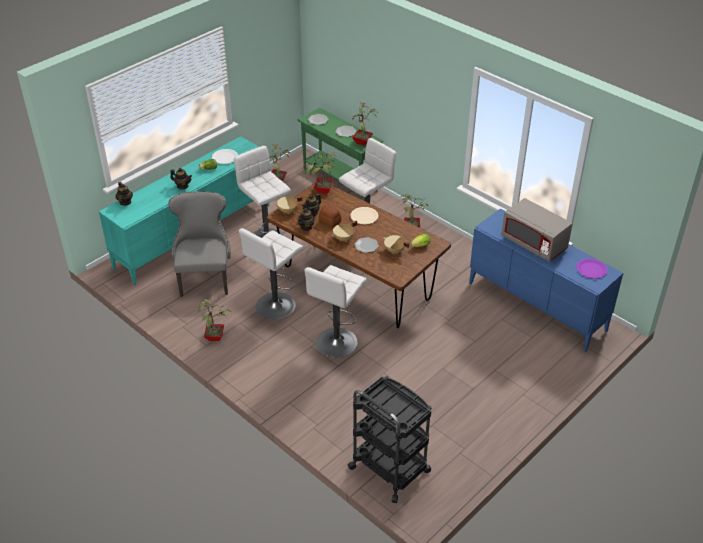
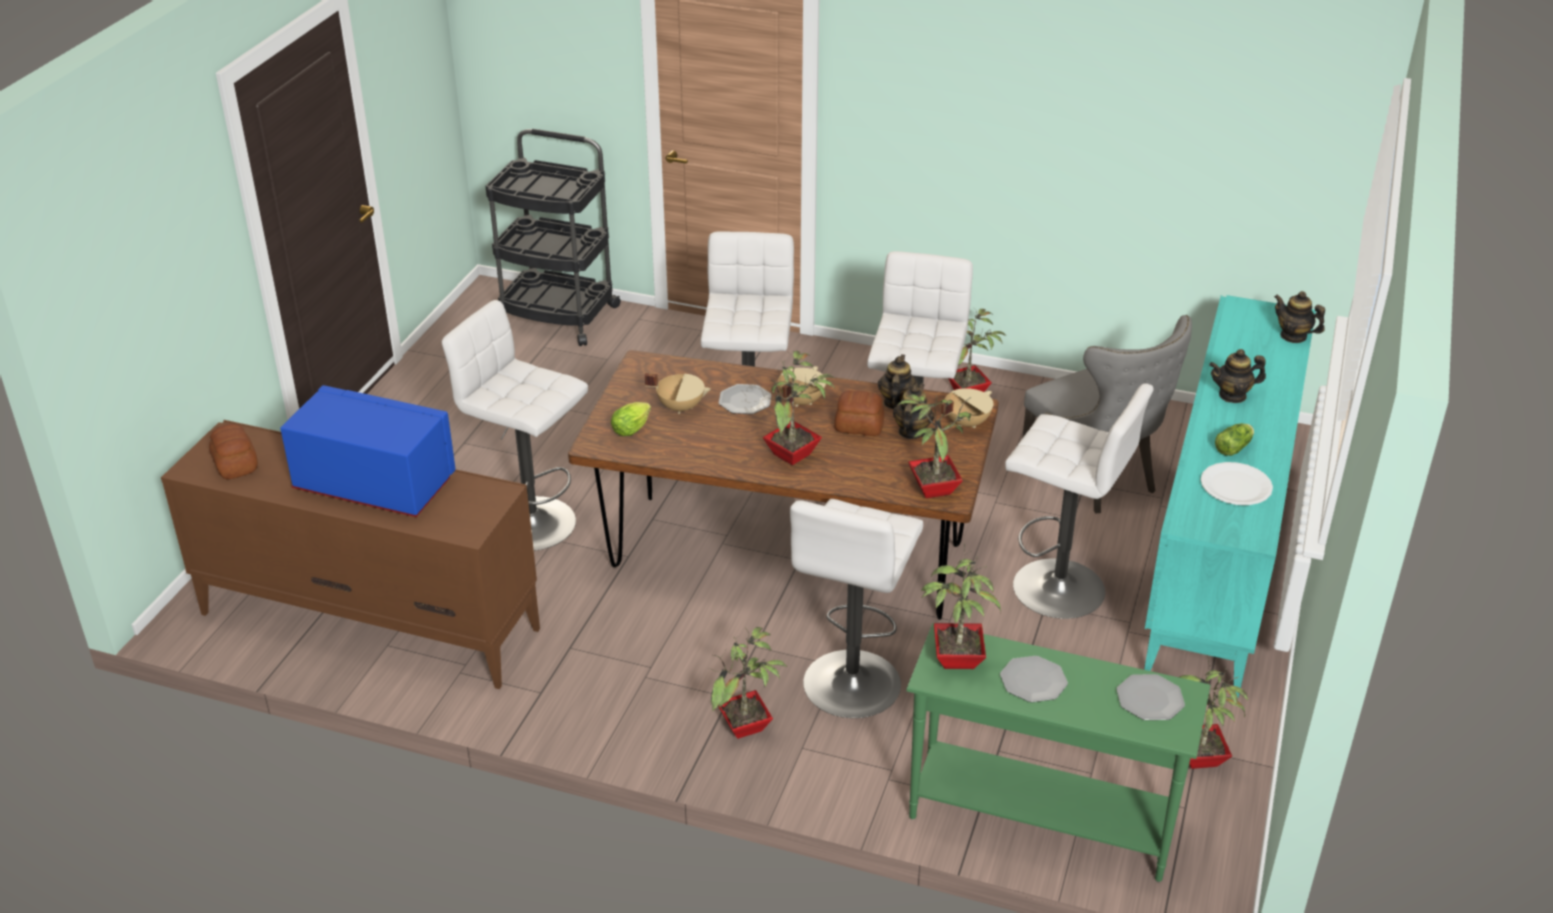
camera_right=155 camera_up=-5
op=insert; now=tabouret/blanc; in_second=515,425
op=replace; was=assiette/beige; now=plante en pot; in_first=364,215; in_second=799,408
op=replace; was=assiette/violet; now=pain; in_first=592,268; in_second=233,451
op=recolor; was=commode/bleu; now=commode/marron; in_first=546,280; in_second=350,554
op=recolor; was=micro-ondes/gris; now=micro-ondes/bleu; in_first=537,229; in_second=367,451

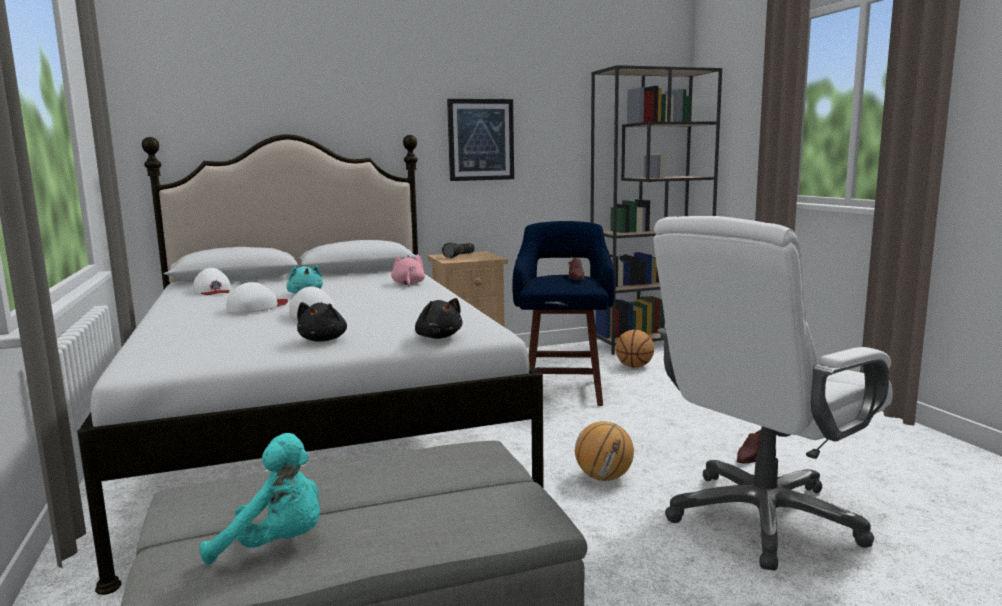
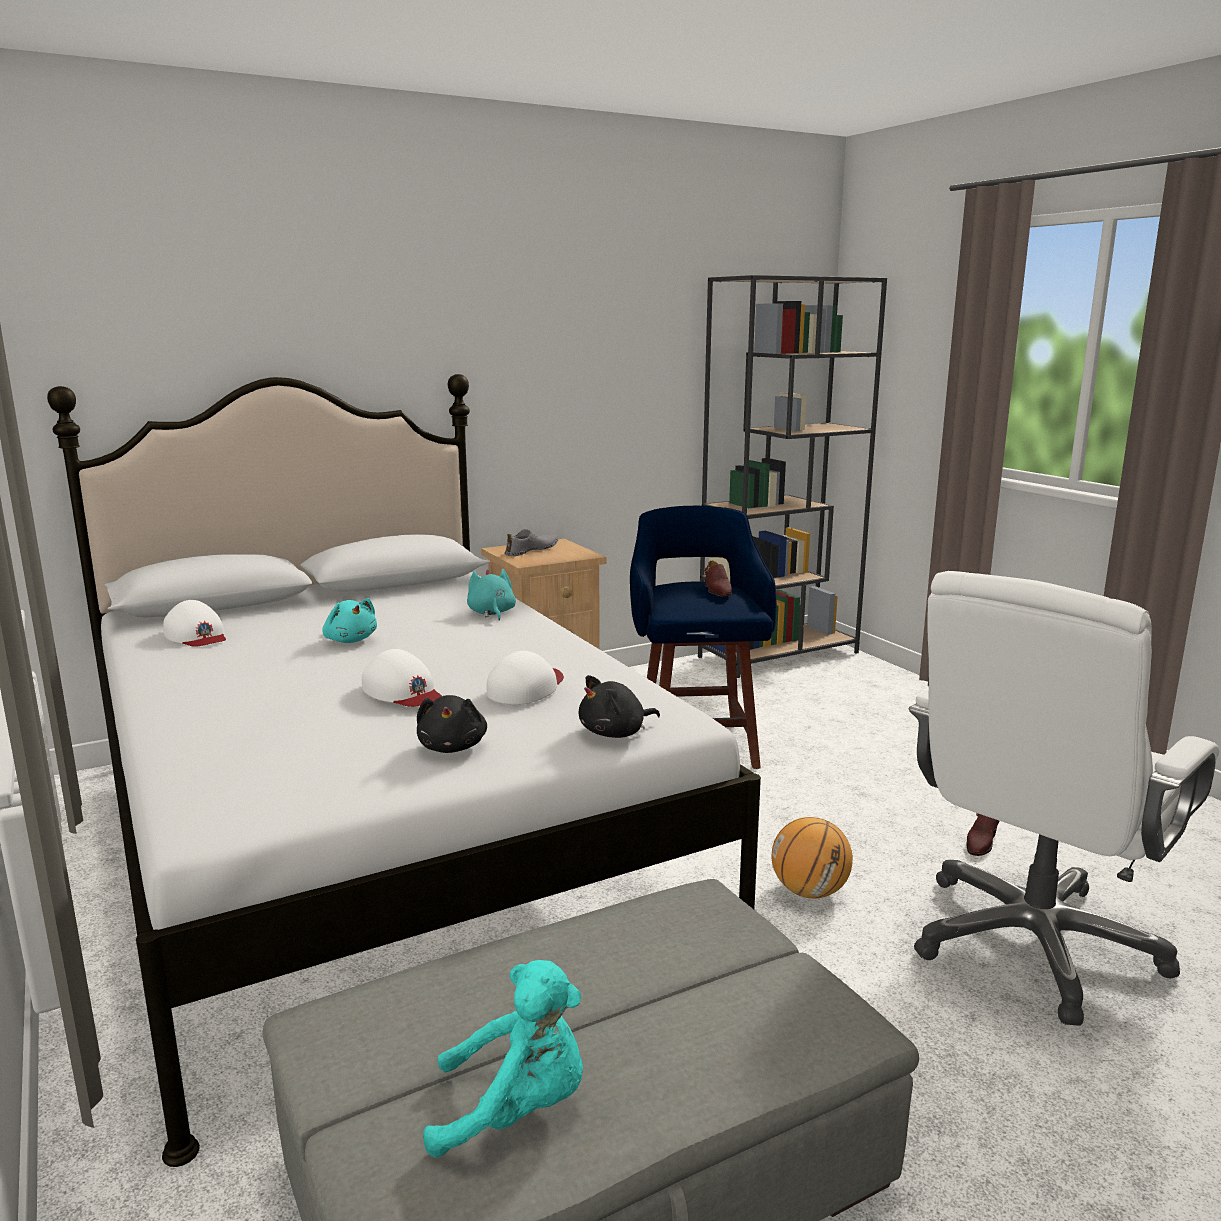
camera_right=-10 camera_up=5
op=delete; was=tableau; in_first=480,140
op=delete; was=ballon de basket; in_first=634,348
op=move; was=casquette/blanc; in_first=257,297; in_second=525,678
op=replace; was=lampe de poche; now=chaussure/gris; in_first=458,250; in_second=531,542
op=recolor; was=peluche/rose; now=peluche/turquoise; in_first=408,270; in_second=491,595
op=rotate; was=peluche/noir; in_first=438,318; in_second=619,706; clockwise=105

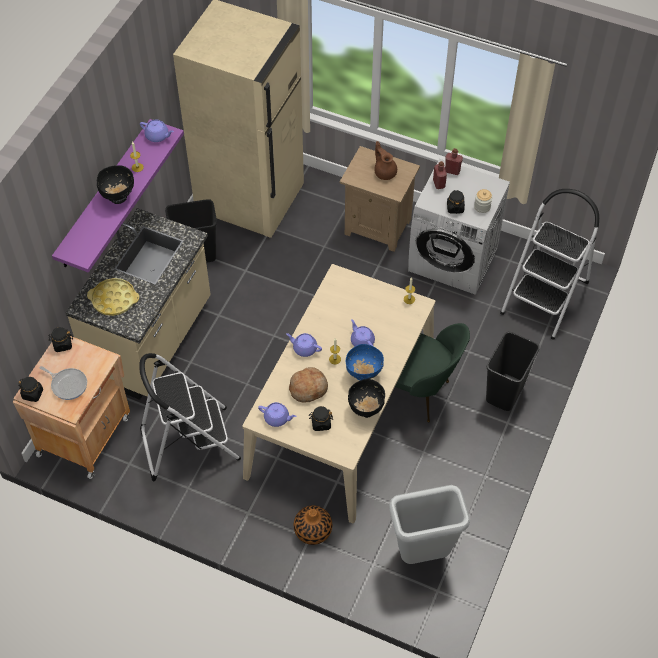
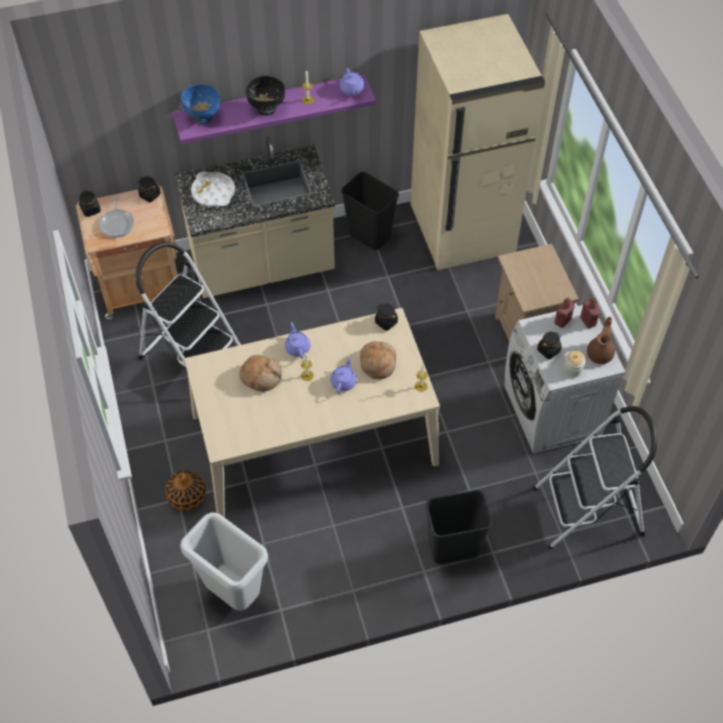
camera_right=50 camera_up=0
op=delete; was=théière/violet; in_first=277,414
op=delete; was=bol/noir; in_first=366,398
op=delete; was=chaise/vert; in_first=432,372
op=insert; now=pain; in_second=378,360
op=move; was=bocal/noir; in_first=321,418; in_second=386,317
op=move; was=bol/bleu; in_first=365,362; in_second=200,104
op=move; was=théière/marron; in_first=385,160; in_second=601,340
op=recolor; was=plateau/jaune; now=plateau/blanc; in_first=113,297; in_second=213,189

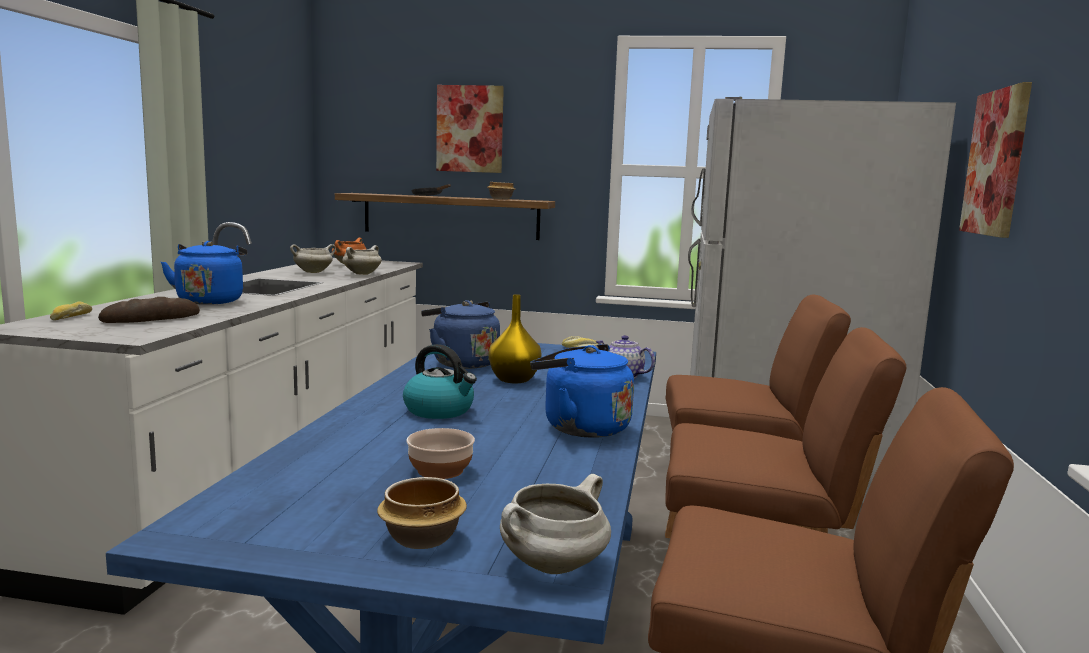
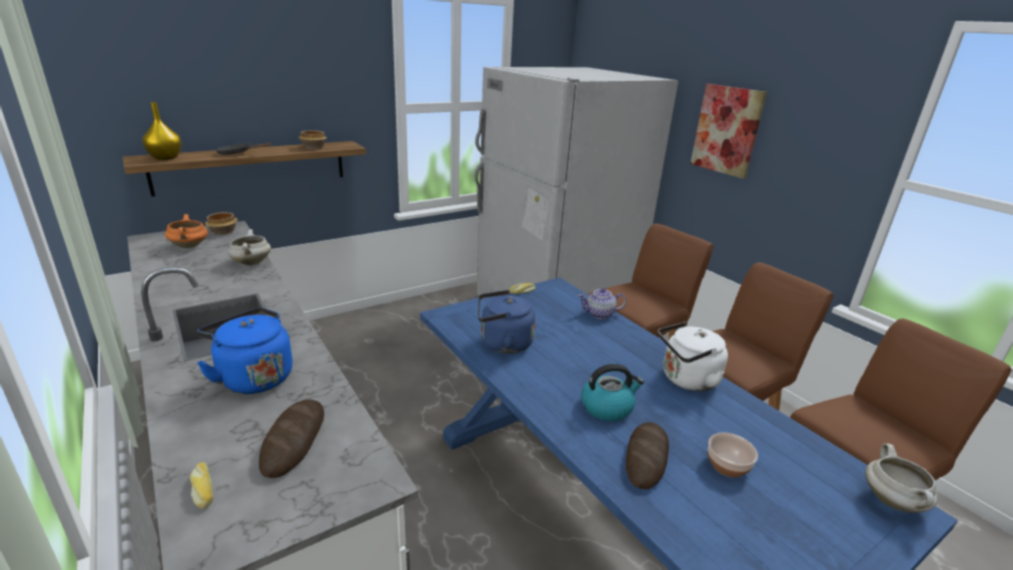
camera_right=-45 camera_up=15
op=delete; was=marmite/blanc; in_first=313,258
op=delete; was=tableau; in_first=470,129
op=insert; now=pain; in_second=647,456
op=move; was=bol; in_first=422,513; in_second=221,223
op=move; was=vase/jaune; in_first=515,339; in_second=162,131
op=recolor; was=bouilloire/bleu; now=bouilloire/blanc; in_first=582,391; in_second=693,357

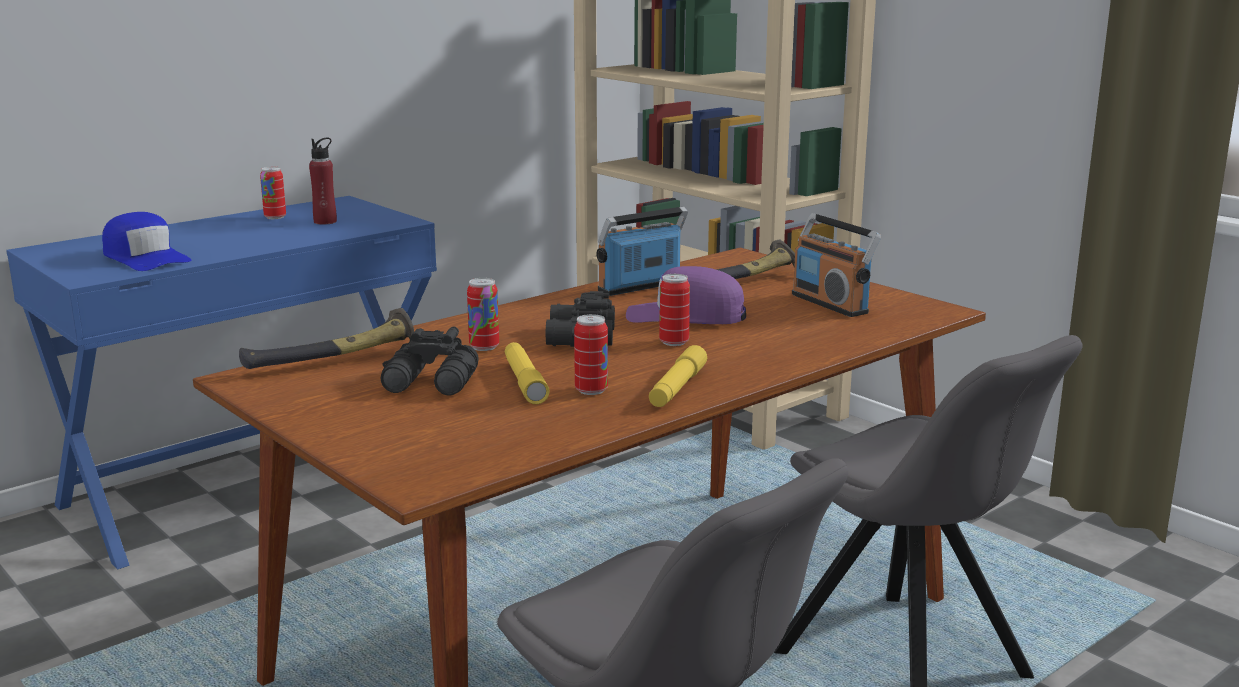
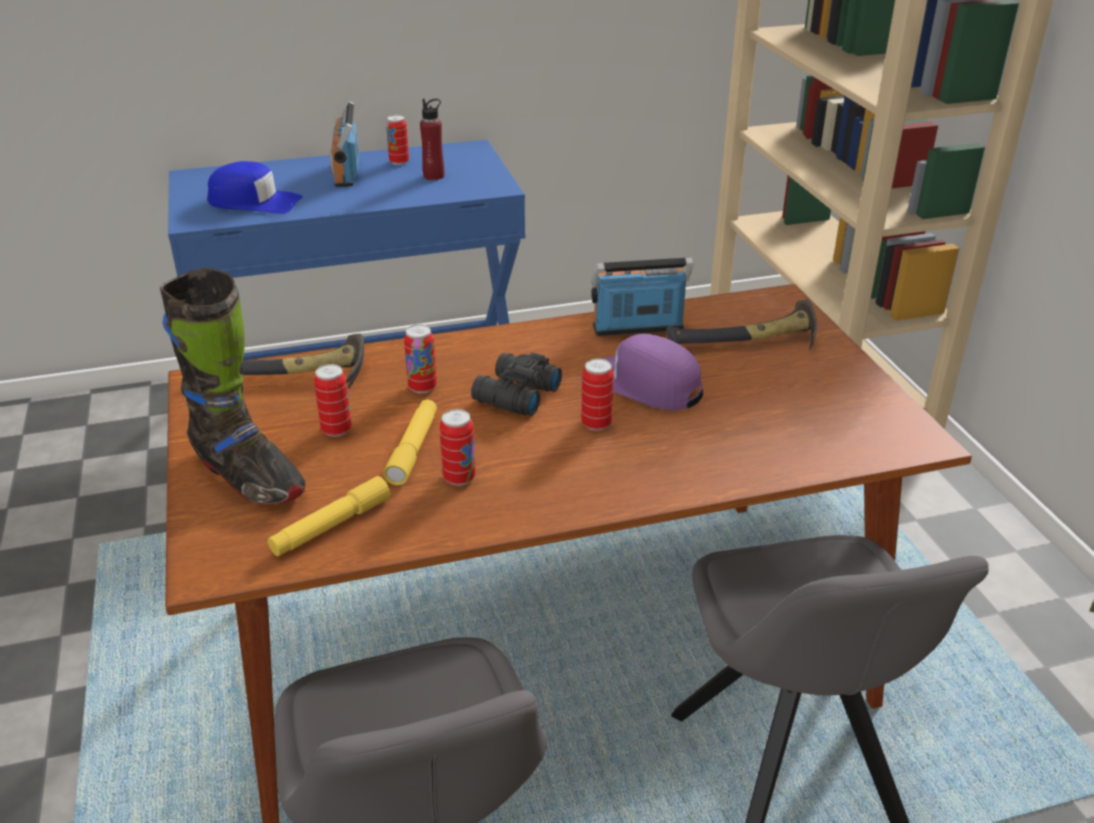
camera_right=25 camera_up=15
op=insert; now=botte/noir; in_second=233,386
op=move; was=lampe de poche/jaune; in_first=678,376; in_second=329,516
op=move; was=radio; in_first=836,265; in_second=344,144
op=replace; was=jumelles/noir; now=boîte métallique; in_first=429,360; in_second=333,400
op=rotate; was=casquette/bleu; in_first=146,241; in_second=255,187; clockwise=-60

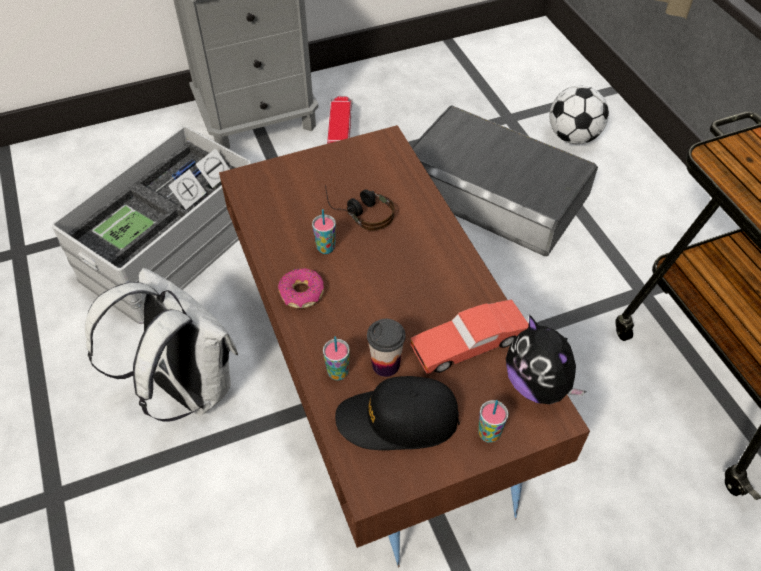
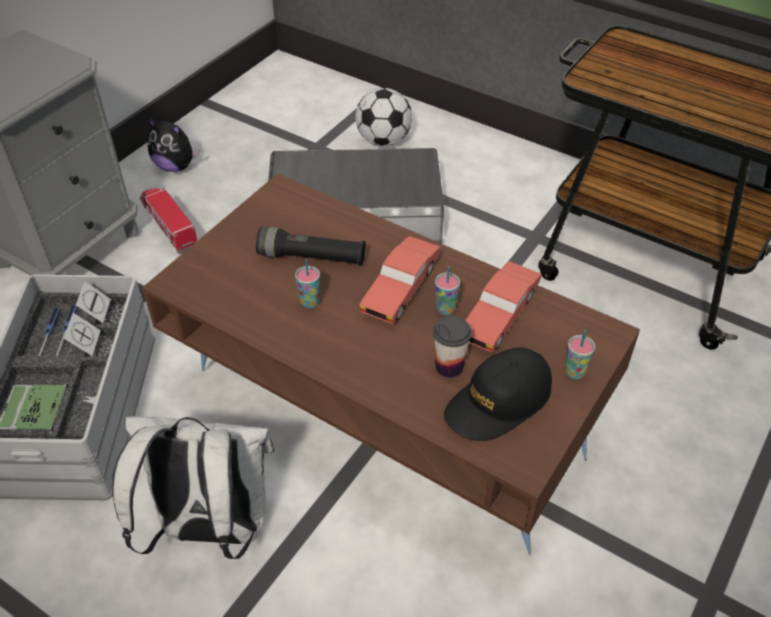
camera_right=-35 camera_up=-5
op=delete; was=beignet; in_first=301,288
op=insert; now=petite voiture/rouge; in_second=400,280
op=move; was=tasse; in_first=336,358; in_second=447,290
op=move; was=peluche; in_first=546,359; in_second=174,145
op=replace; was=casque audio; now=lampe de poche/noir; in_first=360,208; in_second=311,246

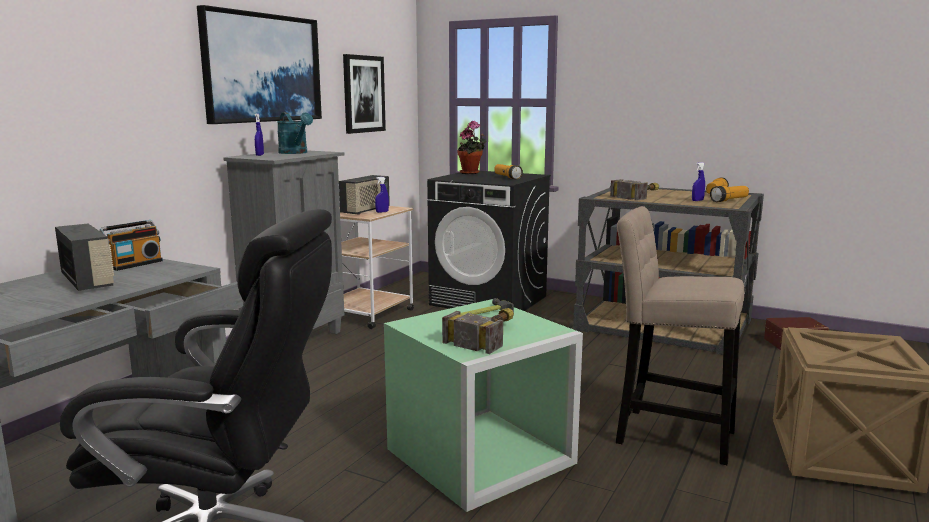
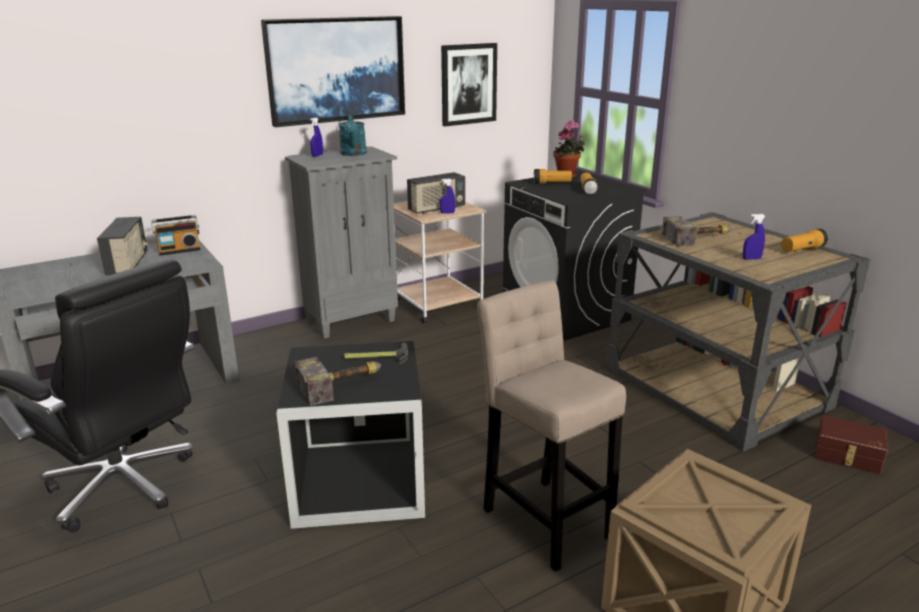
camera_right=30 camera_up=10
op=move; was=lampe de poche; in_first=729,194; in_second=553,176
op=recolor; was=boîte de rangement/vert; now=boîte de rangement/noir; in_first=483,405; in_second=350,435

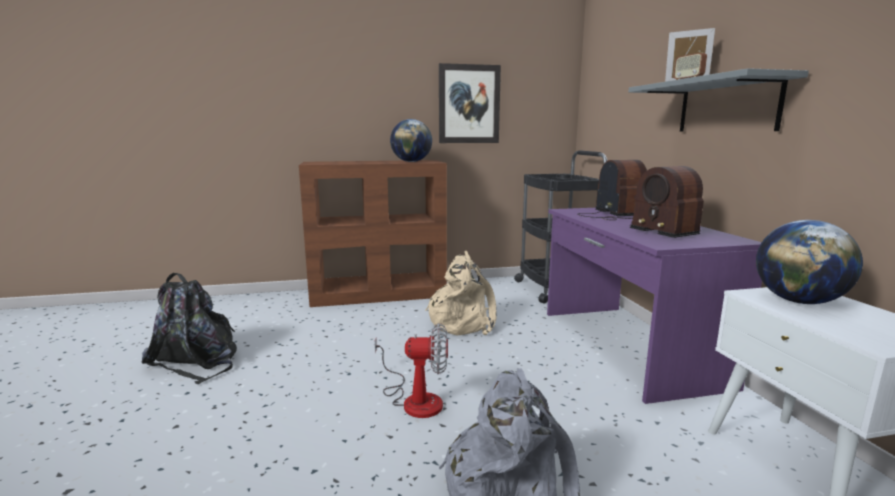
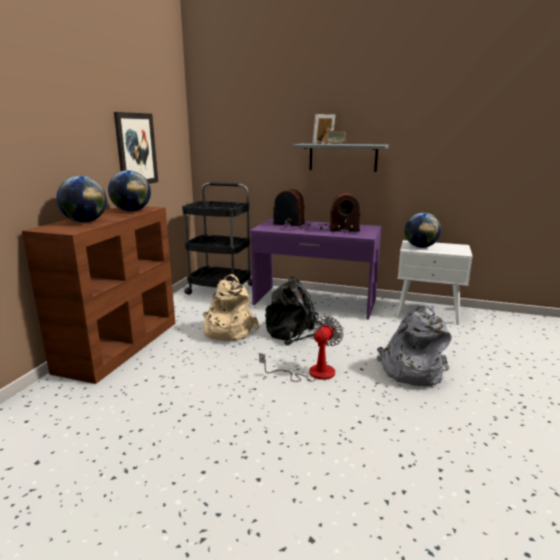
camera_right=-60 camera_up=5
op=insert; now=globe; in_second=81,199
op=move; was=sac à dos/noir; in_first=189,328; in_second=293,311

